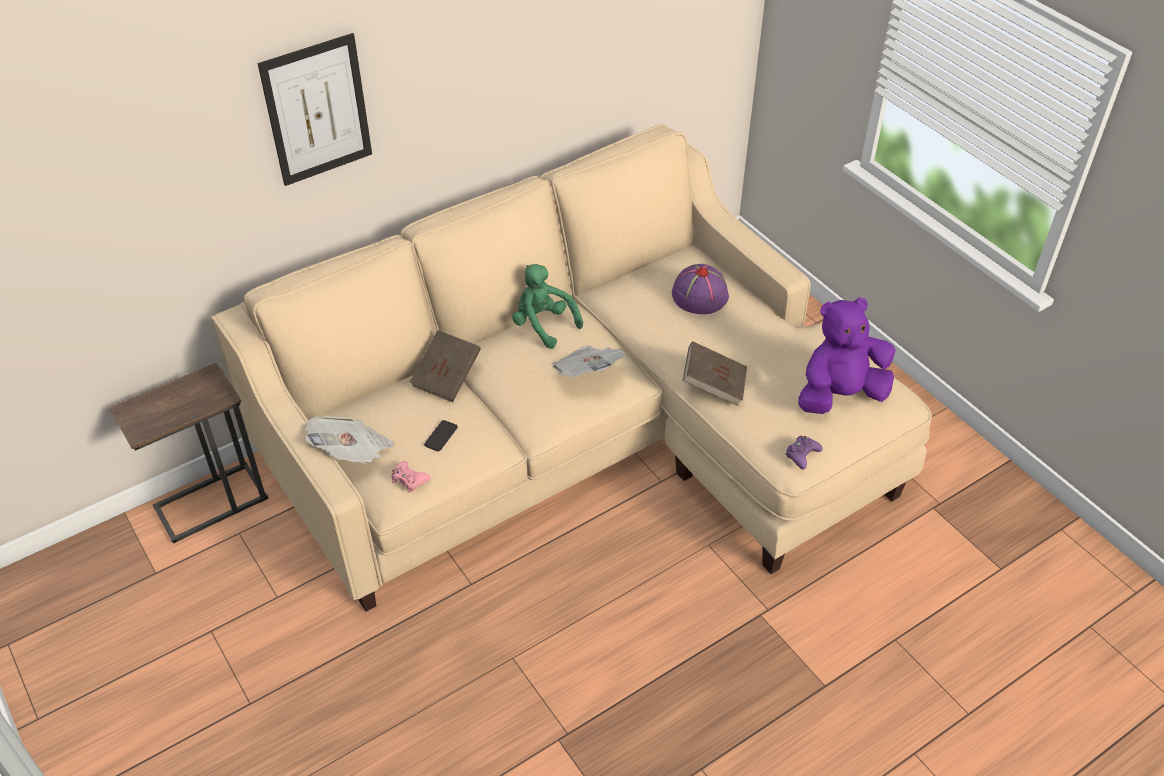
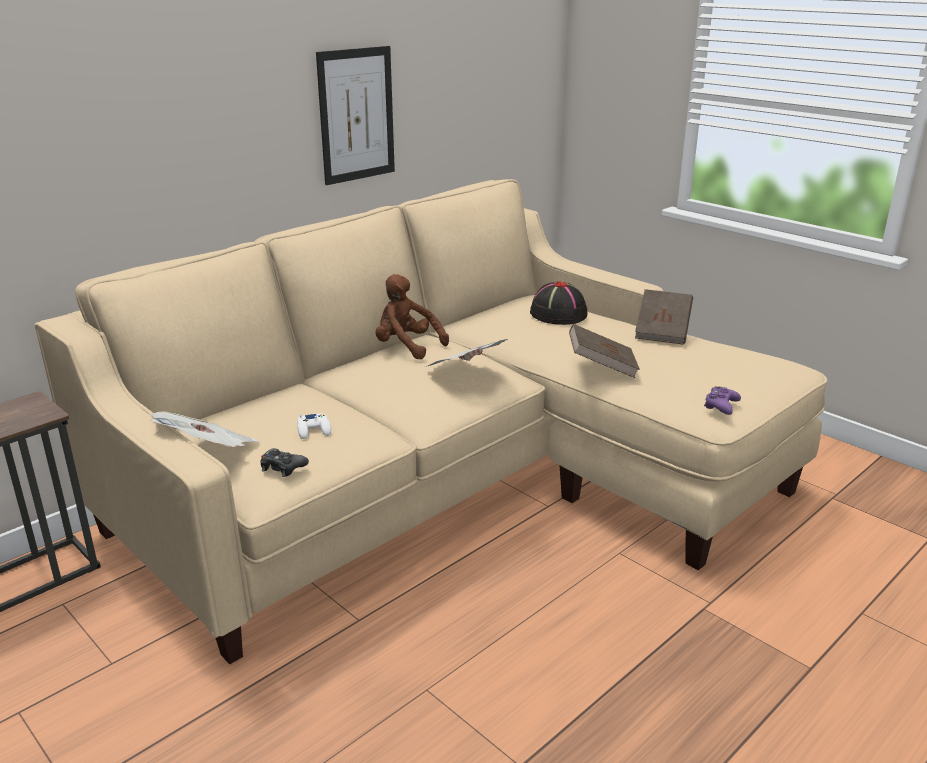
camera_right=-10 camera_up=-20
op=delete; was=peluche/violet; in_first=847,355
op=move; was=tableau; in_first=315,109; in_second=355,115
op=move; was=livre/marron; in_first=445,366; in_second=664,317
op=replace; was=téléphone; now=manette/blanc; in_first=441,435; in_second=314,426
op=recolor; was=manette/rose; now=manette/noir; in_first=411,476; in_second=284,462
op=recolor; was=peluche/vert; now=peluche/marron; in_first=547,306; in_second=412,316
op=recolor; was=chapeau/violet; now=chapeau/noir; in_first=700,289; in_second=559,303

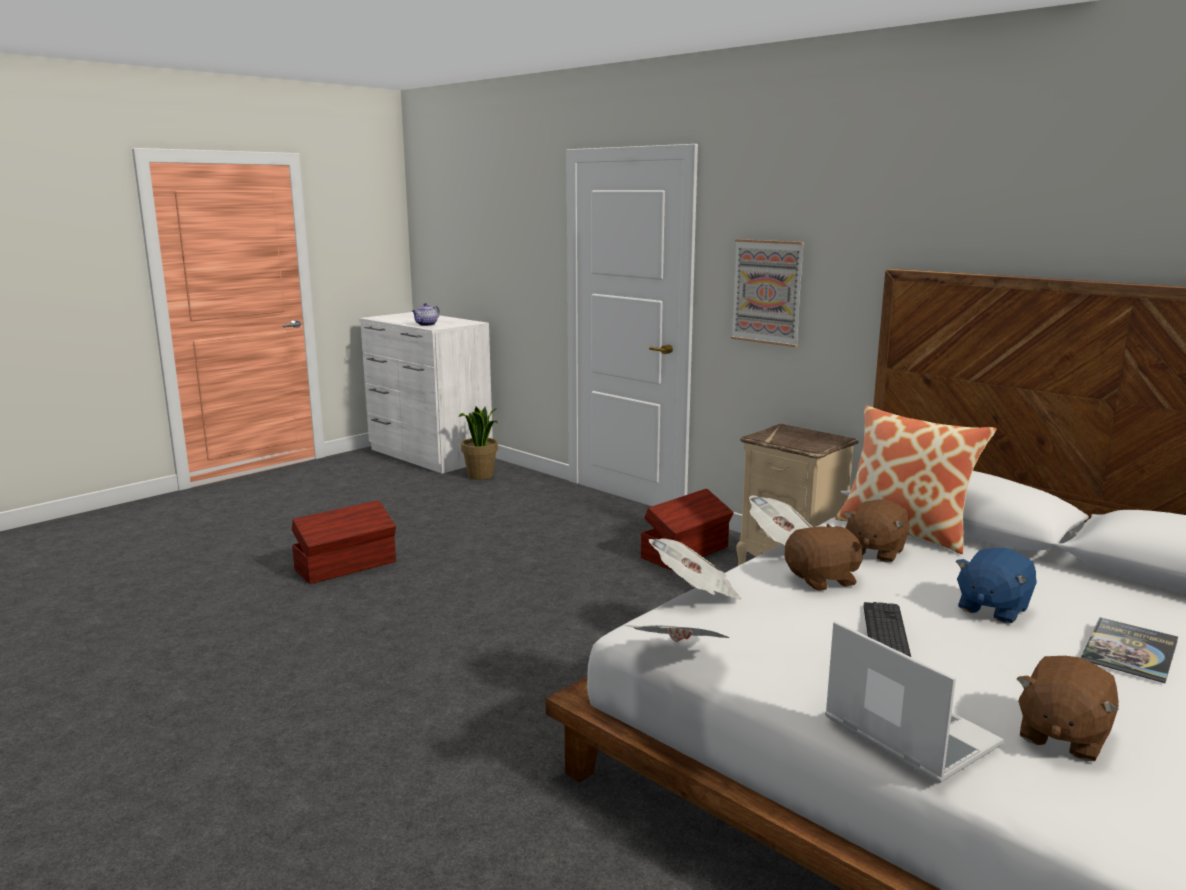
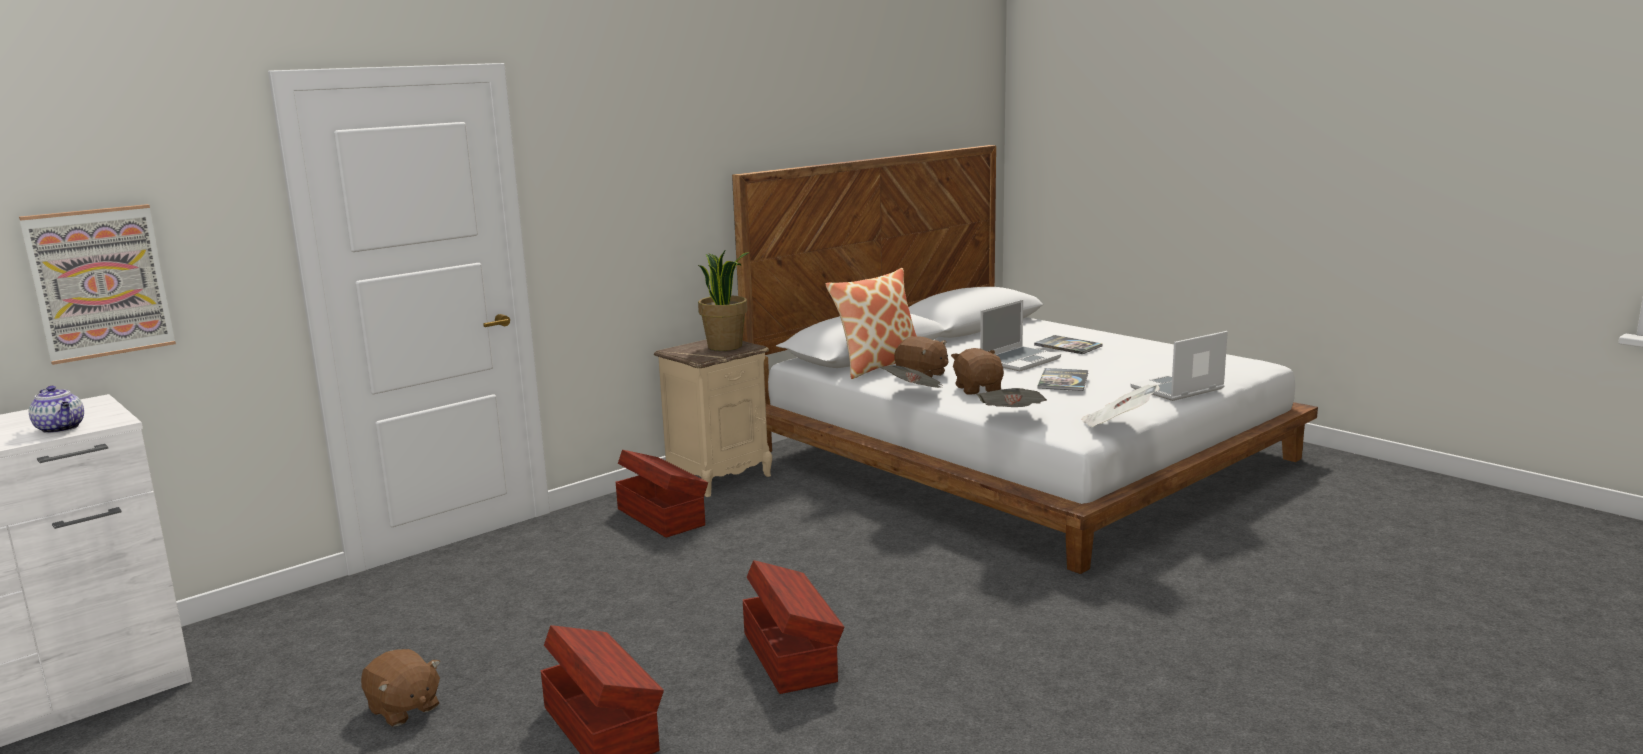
camera_right=-85 camera_up=0
op=insert; now=boîte de rangement/marron; in_second=793,627
op=move; was=plante en pot; in_first=478,443; in_second=724,301
op=move; was=tableau; in_first=768,293; in_second=97,284
op=move; was=peluche/marron; in_first=1068,708; in_second=400,688
op=replace; was=clavier; now=livre; in_first=887,629; in_second=1063,379
op=replace; was=peluche/bleu; now=ordinateur portable; in_first=996,585; in_second=1020,335

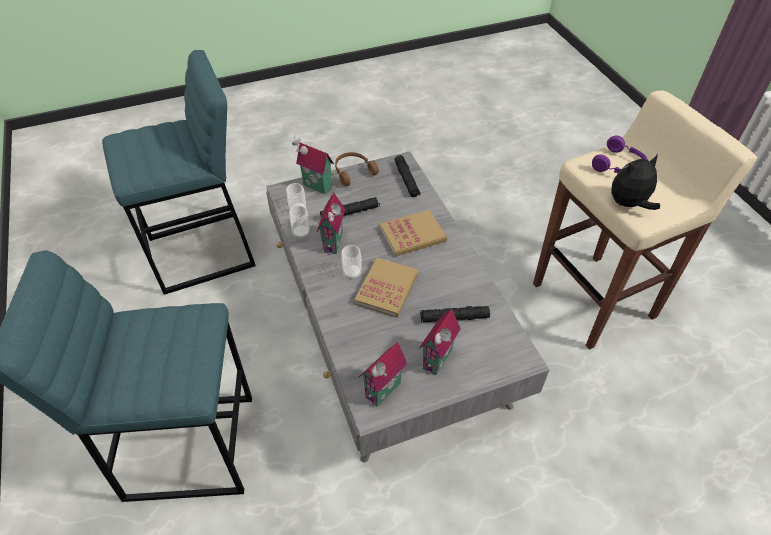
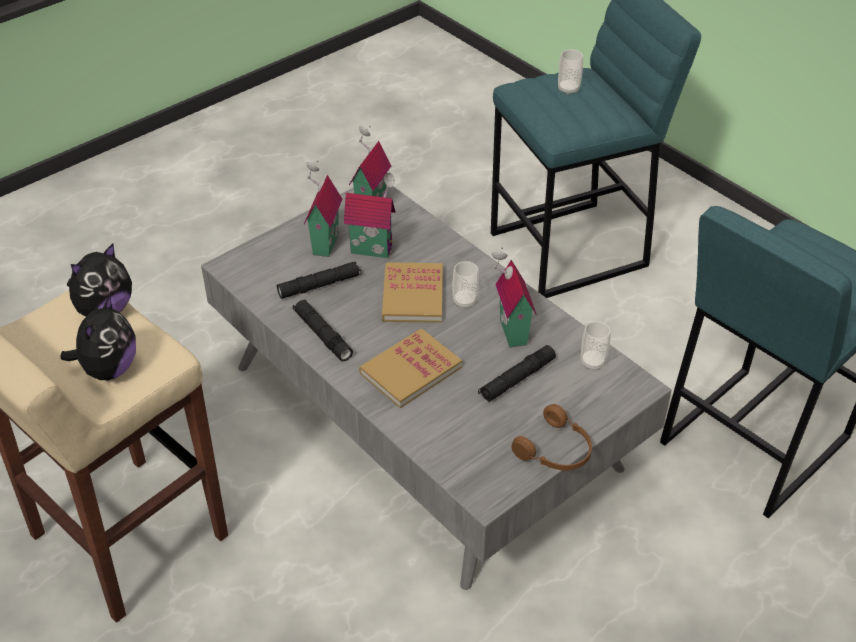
camera_right=160 camera_up=-5
op=move; was=tasse; in_first=299,222; in_second=570,72
op=move; was=maison miniature; in_first=313,165; in_second=370,215
op=move; was=lampe de poche/noir; in_first=407,176; in_second=323,330
op=replace; was=casque audio/violet; now=peluche; in_first=620,154; in_second=98,337

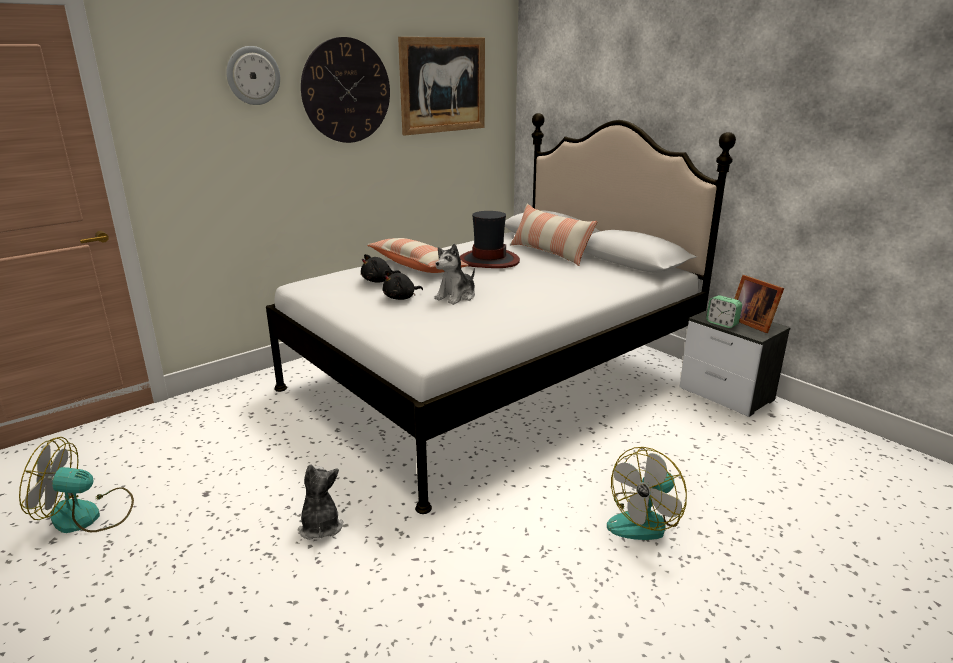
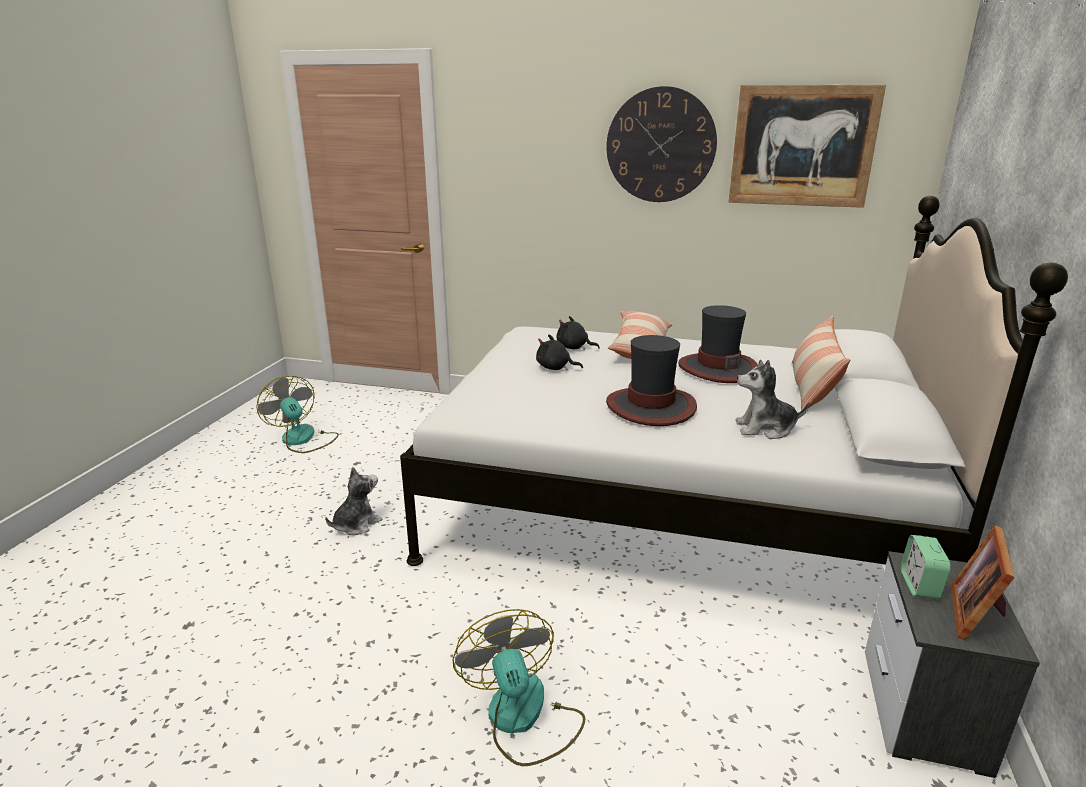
camera_right=55 camera_up=0
op=delete; was=horloge murale; in_first=253,75
op=insert; now=chapeau; in_second=651,380
op=move; was=peluche; in_first=454,274; in_second=772,399
op=rotate; was=ventilateur; in_first=647,493; in_second=518,687; clockwise=60

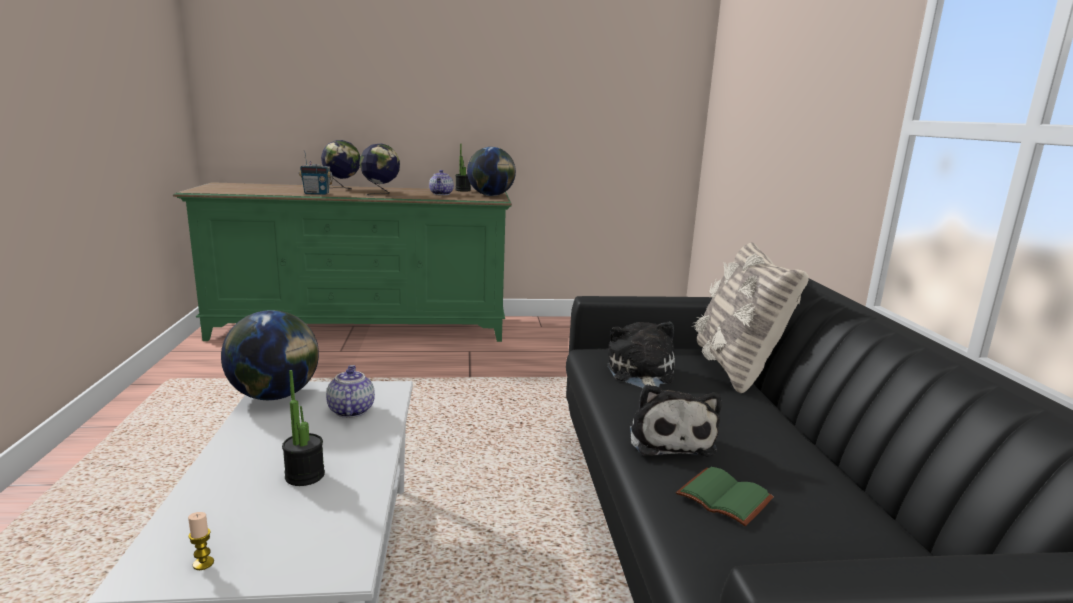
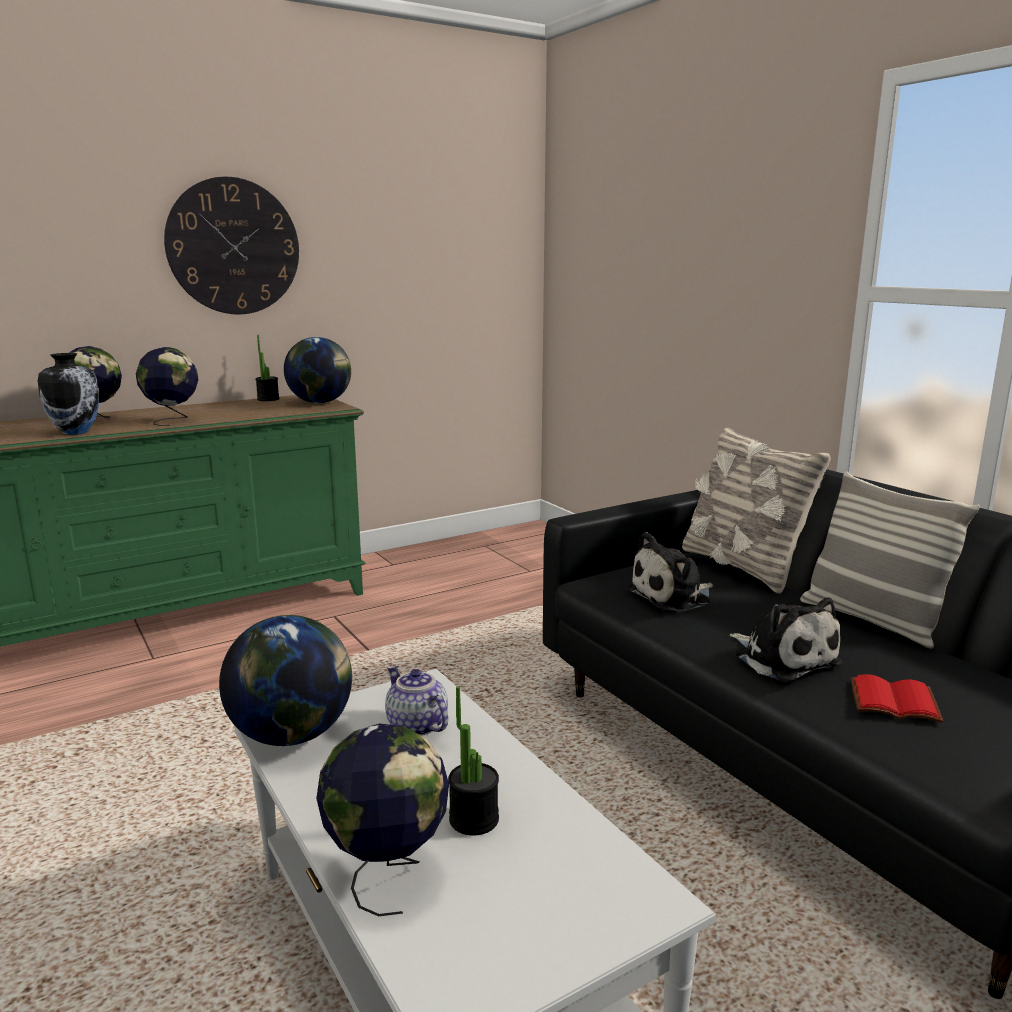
camera_right=-25 camera_up=0
op=delete; was=bougie; in_first=201,541
op=delete; was=théière; in_first=441,182
op=insert; now=horloge murale; in_second=231,246
op=insert; now=globe; in_second=382,820
op=insert; now=coussin; in_second=890,559
op=replace; was=radio; now=vase; in_first=316,172; in_second=68,394
op=recolor; was=livre/vert; now=livre/rouge; in_first=725,496; in_second=897,698
op=rotate; was=peluche; in_first=641,355; in_second=670,572; clockwise=-90

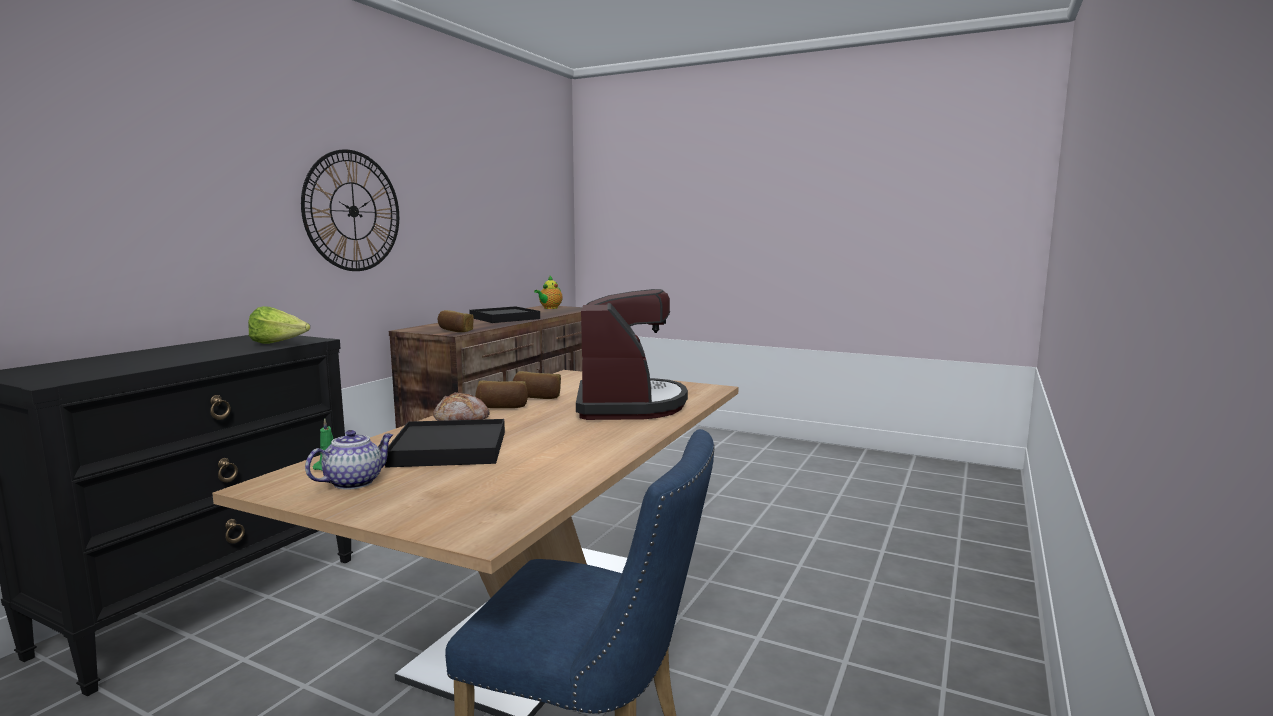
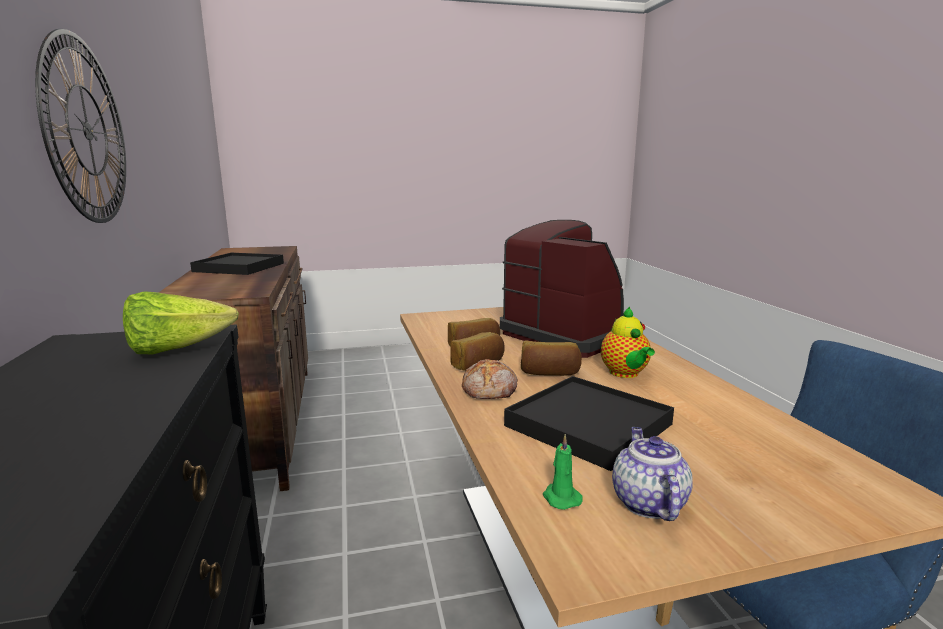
camera_right=-40 camera_up=5
op=move; was=pain; in_first=456,321; in_second=551,358
op=move; was=théière; in_first=548,292; in_second=628,342

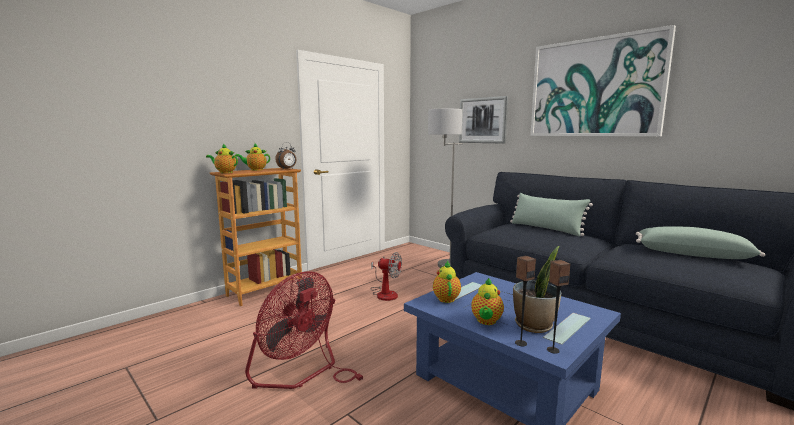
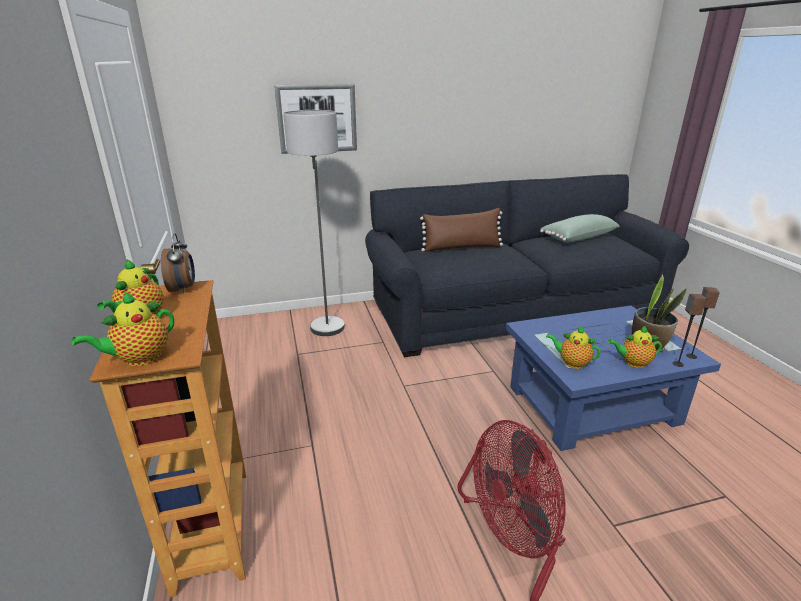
camera_right=-60 camera_up=15
op=delete; was=ventilateur; in_first=386,276
op=delete; was=tableau; in_first=603,80
op=recolor; was=coussin/vert; now=coussin/marron; in_first=551,215; in_second=461,230
op=rotate; was=théière; in_first=487,301; in_second=635,347; clockwise=135

